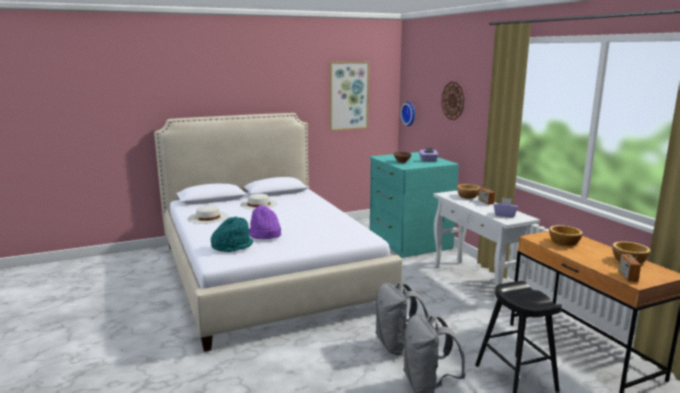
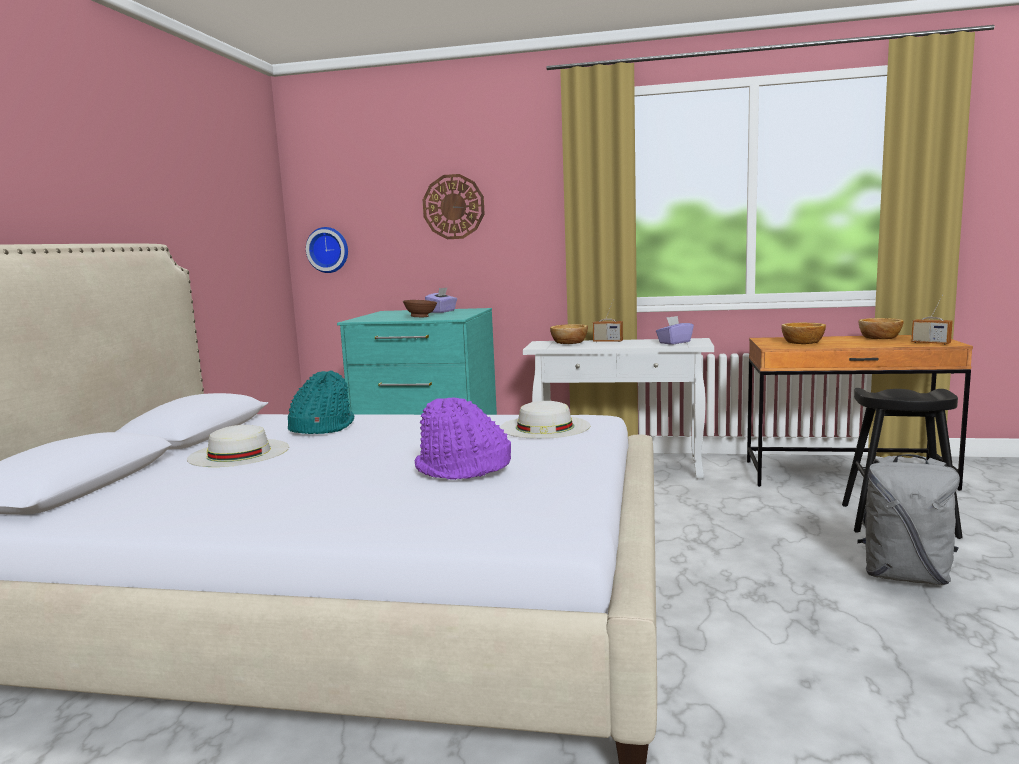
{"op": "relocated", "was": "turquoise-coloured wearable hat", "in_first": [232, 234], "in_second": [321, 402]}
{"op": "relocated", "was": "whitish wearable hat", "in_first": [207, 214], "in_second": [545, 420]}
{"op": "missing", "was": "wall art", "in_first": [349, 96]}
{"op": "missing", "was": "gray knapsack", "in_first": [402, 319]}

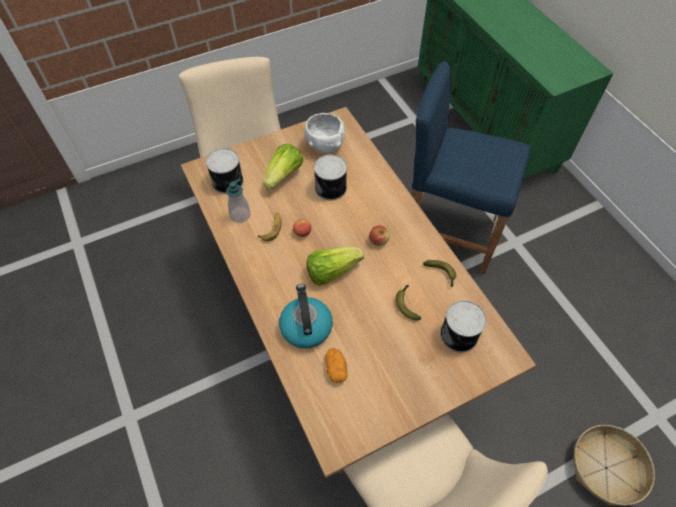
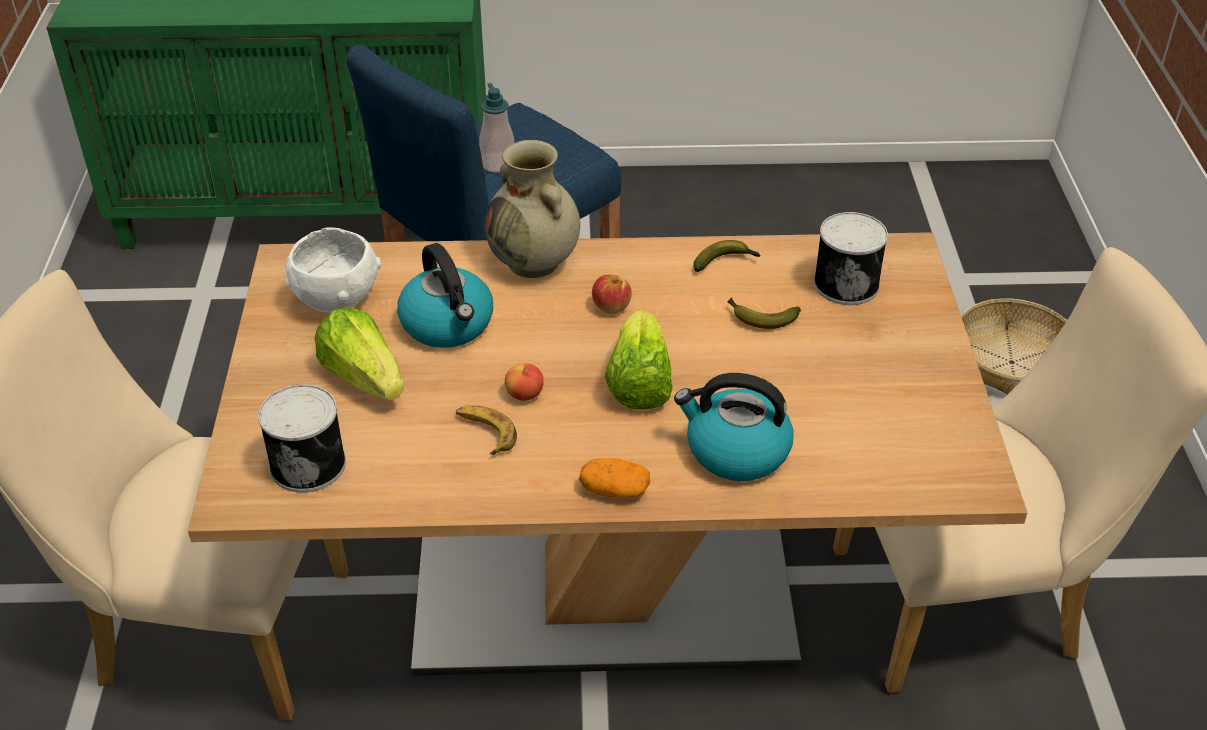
{"op": "exchanged", "was": "sealed can", "now": "water kettle", "in_first": [330, 177], "in_second": [445, 295]}
{"op": "relocated", "was": "liquid soap bottle", "in_first": [238, 201], "in_second": [497, 128]}
{"op": "appeared", "now": "beige-coloured flower vase", "in_second": [532, 209]}
{"op": "relocated", "was": "whole potato", "in_first": [336, 365], "in_second": [614, 478]}

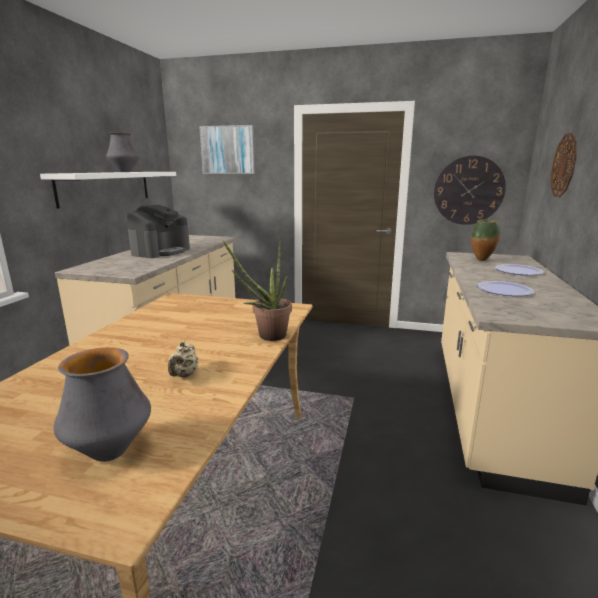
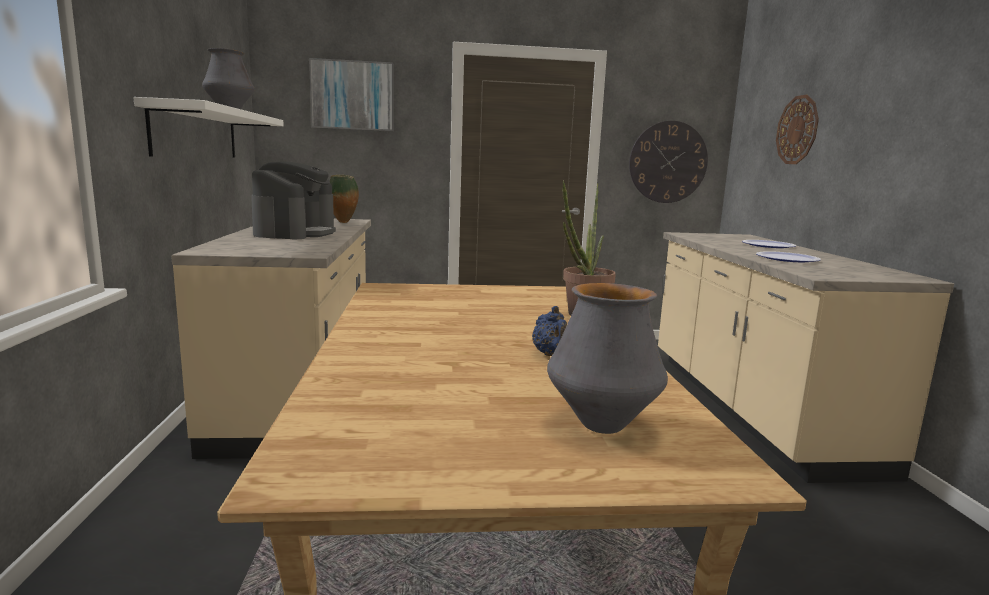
{"op": "relocated", "was": "flower vase", "in_first": [486, 240], "in_second": [344, 199]}
{"op": "colour", "was": "beige-coloured tea pot", "now": "blue tea pot", "in_first": [183, 359], "in_second": [549, 331]}

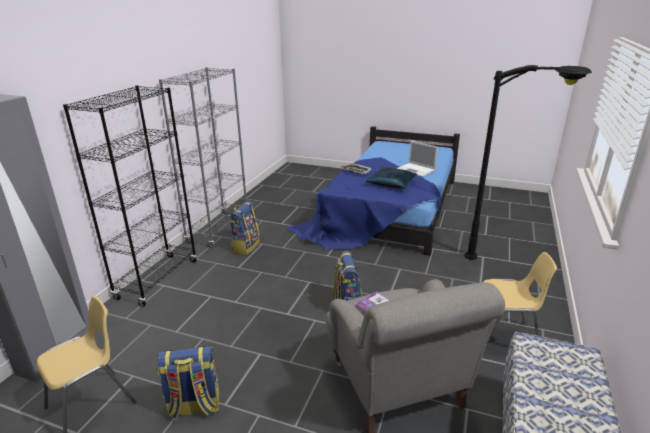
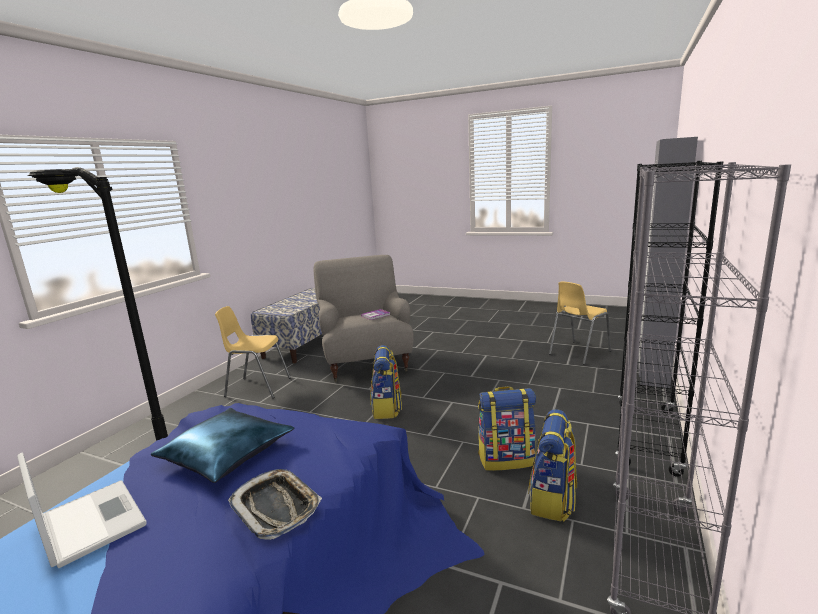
{"op": "relocated", "was": "knapsack", "in_first": [188, 383], "in_second": [507, 428]}

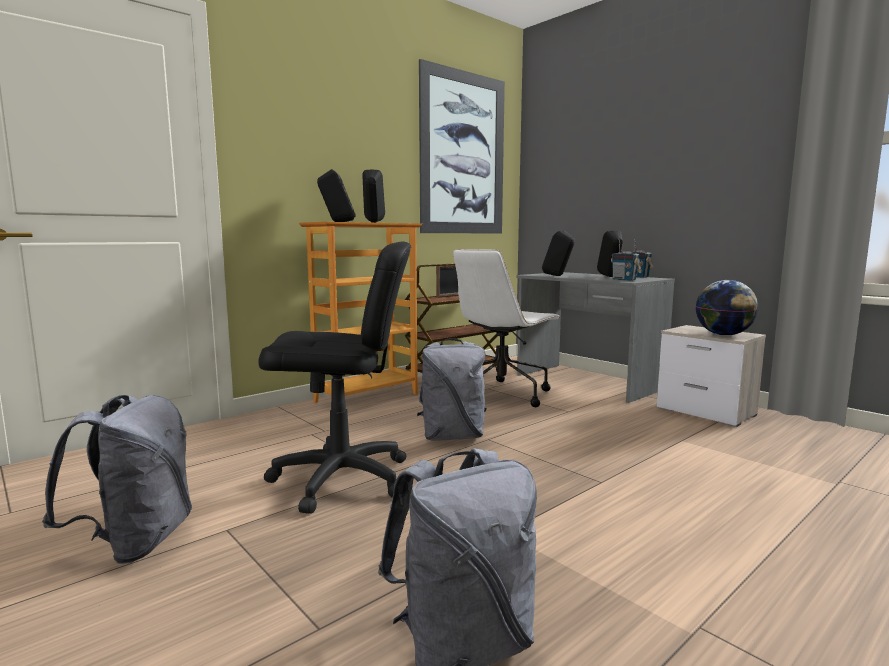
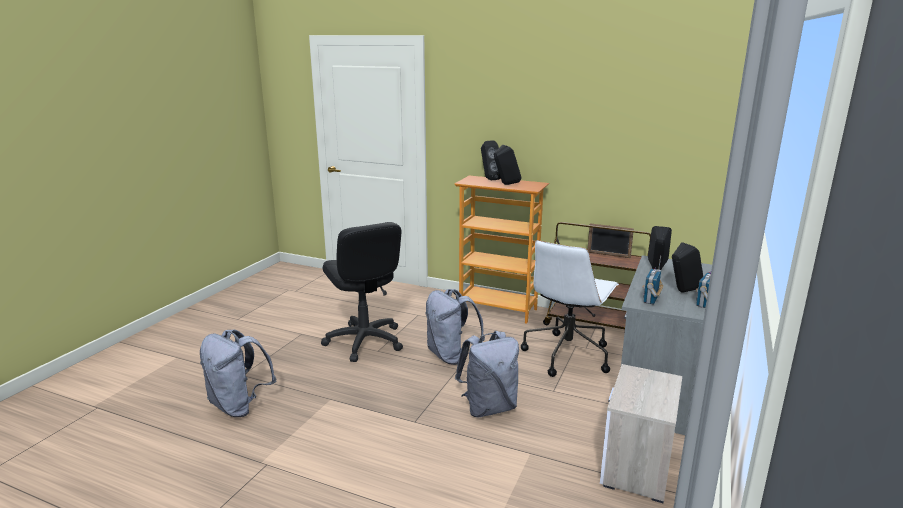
{"op": "relocated", "was": "gray knapsack", "in_first": [117, 479], "in_second": [487, 374]}
{"op": "spun", "was": "whitish computer chair", "in_first": [507, 328], "in_second": [570, 308], "clockwise": -75}
{"op": "missing", "was": "wall art", "in_first": [462, 146]}
{"op": "missing", "was": "globe", "in_first": [727, 308]}

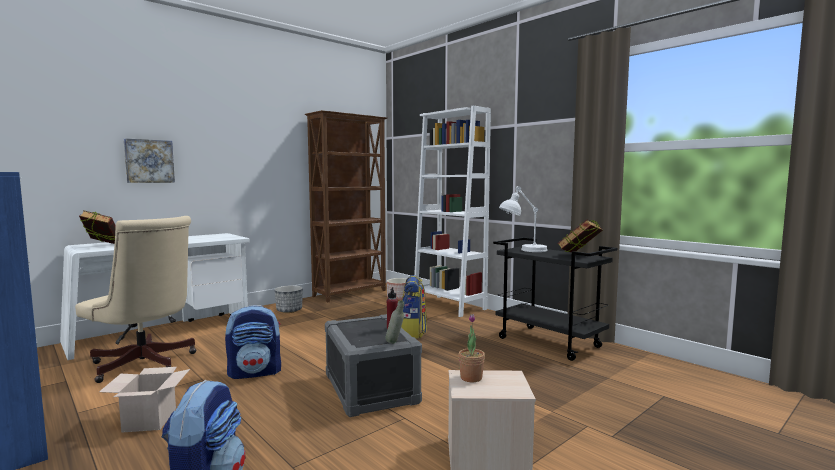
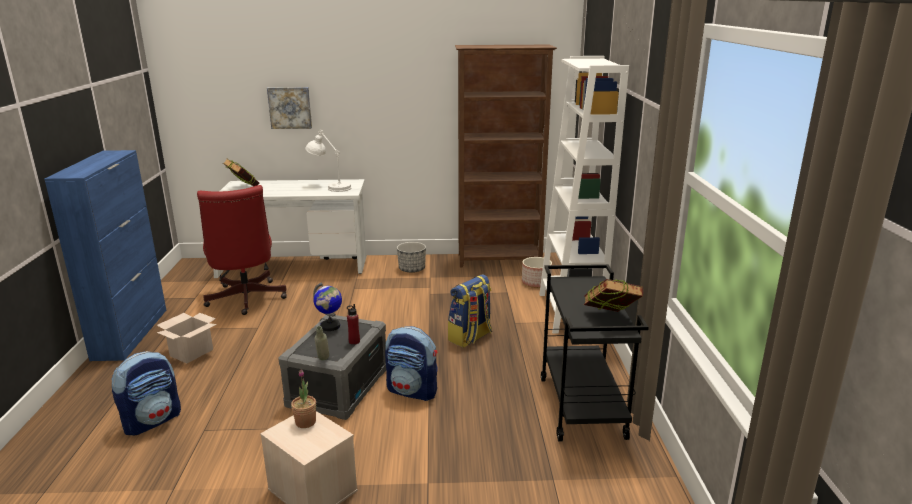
{"op": "colour", "was": "beige-coloured computer chair", "now": "red computer chair", "in_first": [136, 299], "in_second": [242, 250]}
{"op": "relocated", "was": "whitish lamp for a table", "in_first": [523, 219], "in_second": [328, 160]}
{"op": "appeared", "now": "globe", "in_second": [327, 306]}
{"op": "relocated", "was": "knapsack", "in_first": [253, 342], "in_second": [411, 363]}

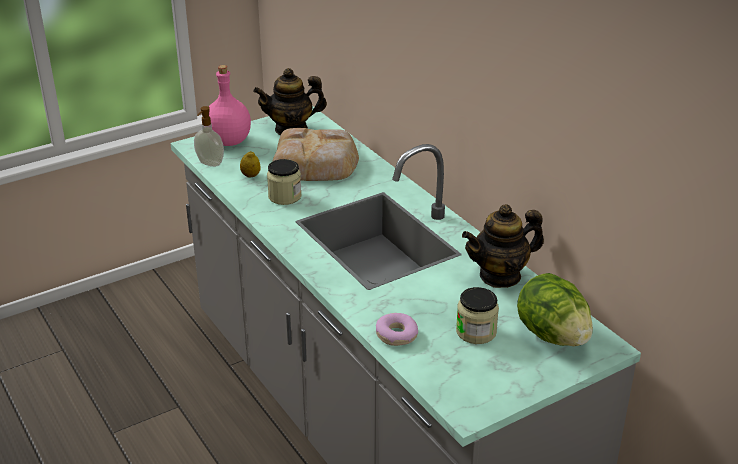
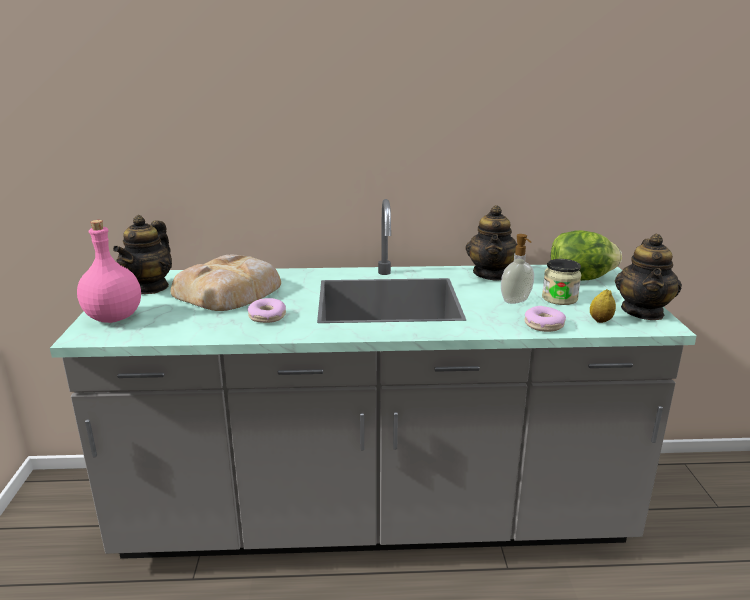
{"op": "exchanged", "was": "jar", "now": "ring doughnut", "in_first": [284, 182], "in_second": [267, 310]}
{"op": "relocated", "was": "liquid soap bottle", "in_first": [209, 136], "in_second": [517, 269]}
{"op": "relocated", "was": "citrus fruit", "in_first": [250, 164], "in_second": [603, 306]}
{"op": "appeared", "now": "tea pot", "in_second": [648, 277]}

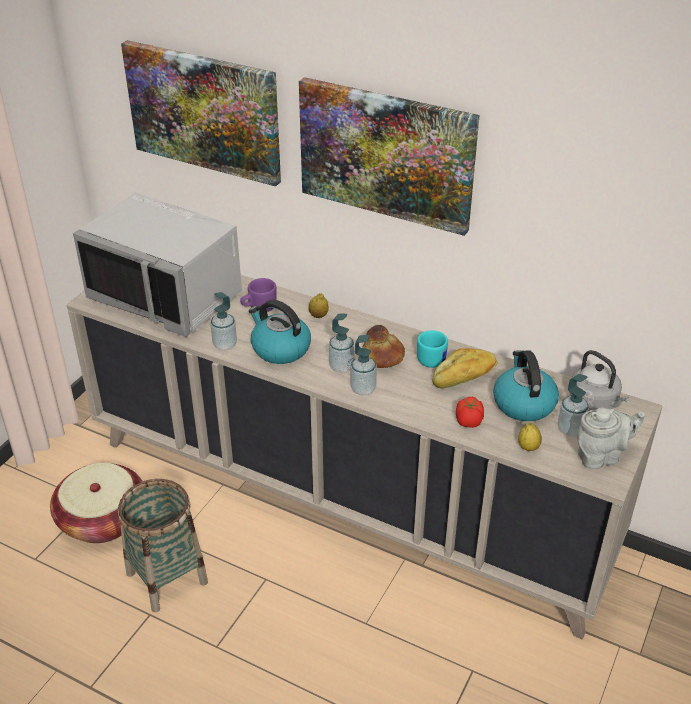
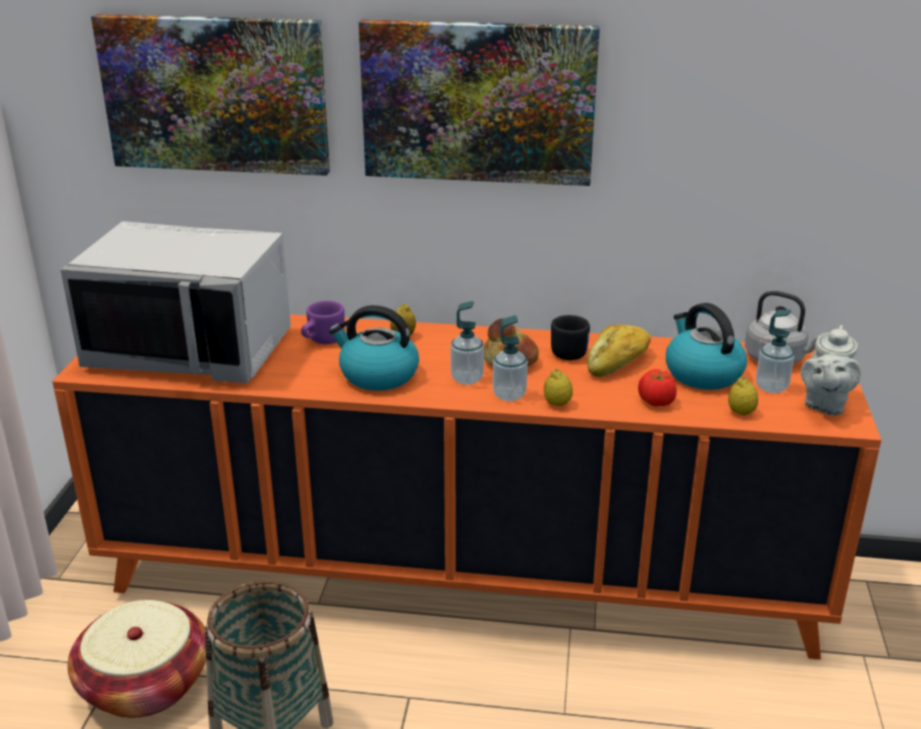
{"op": "colour", "was": "beige-coloured cabinet", "now": "orange cabinet", "in_first": [364, 445], "in_second": [466, 487]}
{"op": "appeared", "now": "citrus fruit", "in_second": [558, 387]}
{"op": "colour", "was": "turquoise-coloured tea mug", "now": "black-coloured tea mug", "in_first": [432, 349], "in_second": [570, 337]}
{"op": "spun", "was": "gray tea pot", "in_first": [611, 439], "in_second": [831, 370], "clockwise": 150}
{"op": "missing", "was": "liquid soap bottle", "in_first": [223, 321]}

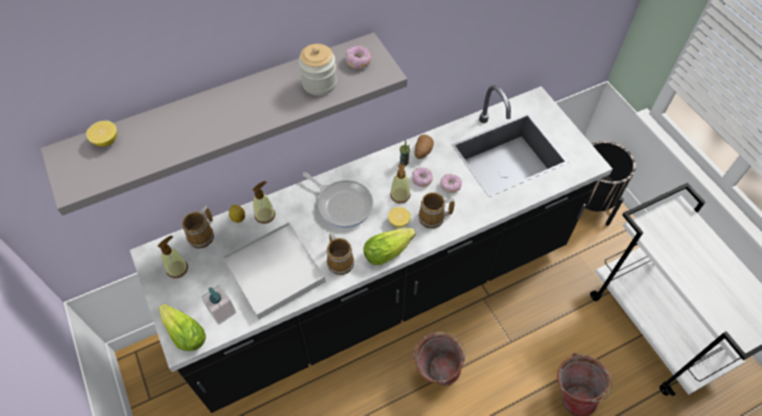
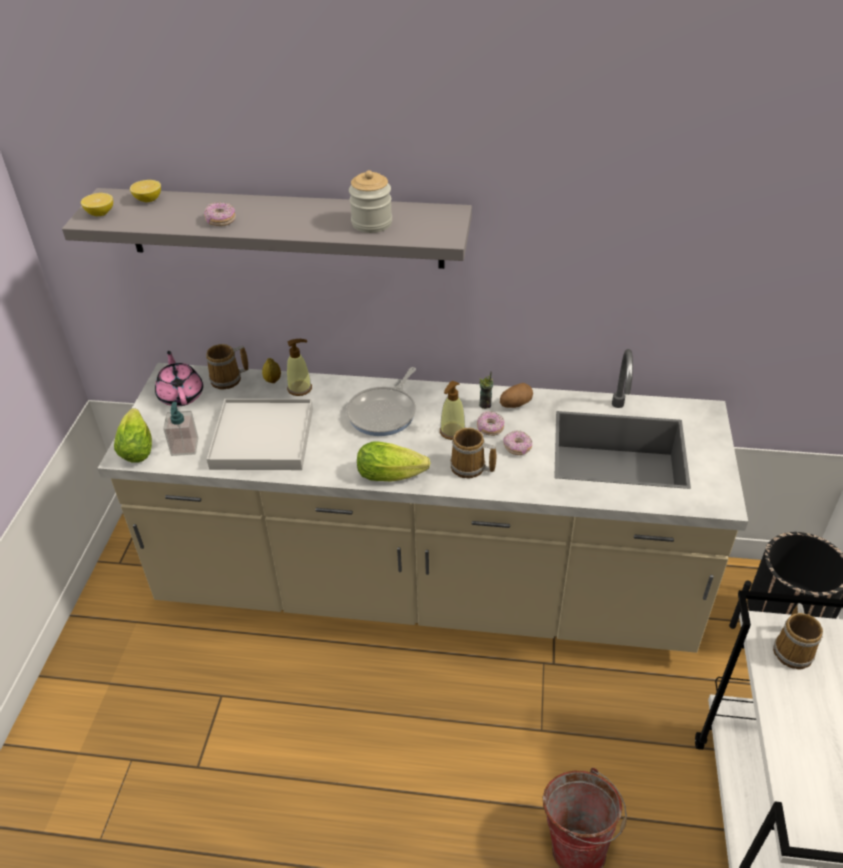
{"op": "relocated", "was": "citrus fruit", "in_first": [399, 217], "in_second": [97, 204]}
{"op": "colour", "was": "black-coloured counter", "now": "beige-coloured counter", "in_first": [371, 249], "in_second": [422, 501]}
{"op": "exchanged", "was": "liquid soap bottle", "now": "pink tea pot", "in_first": [173, 256], "in_second": [179, 378]}
{"op": "relocated", "was": "ring doughnut", "in_first": [358, 57], "in_second": [220, 214]}
{"op": "spun", "was": "skillet", "in_first": [338, 200], "in_second": [381, 401], "clockwise": 45}
{"op": "relocated", "was": "tea mug", "in_first": [340, 253], "in_second": [798, 636]}
{"op": "missing", "was": "water bucket", "in_first": [439, 358]}

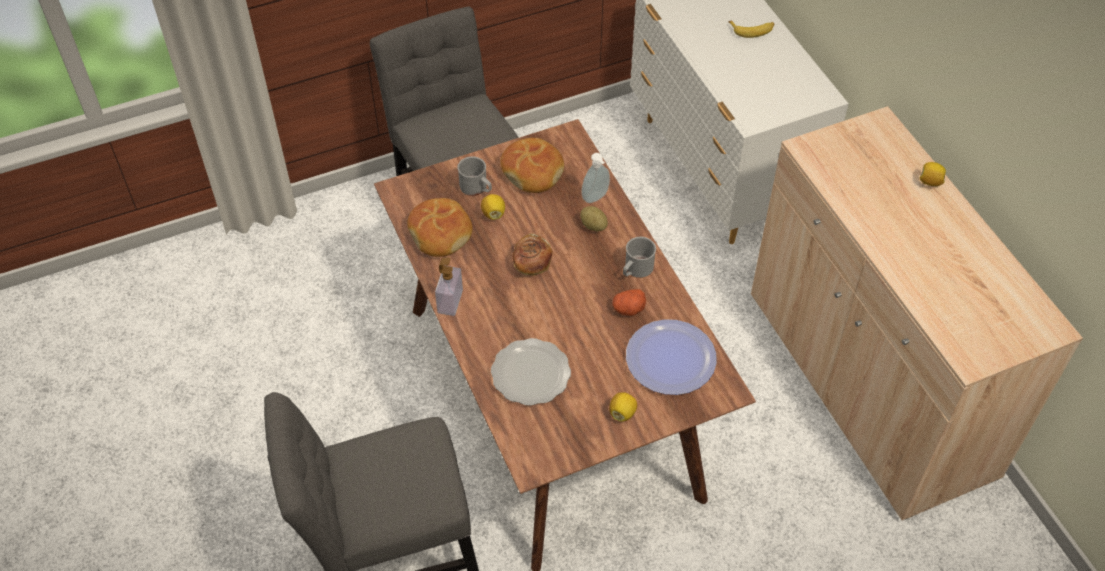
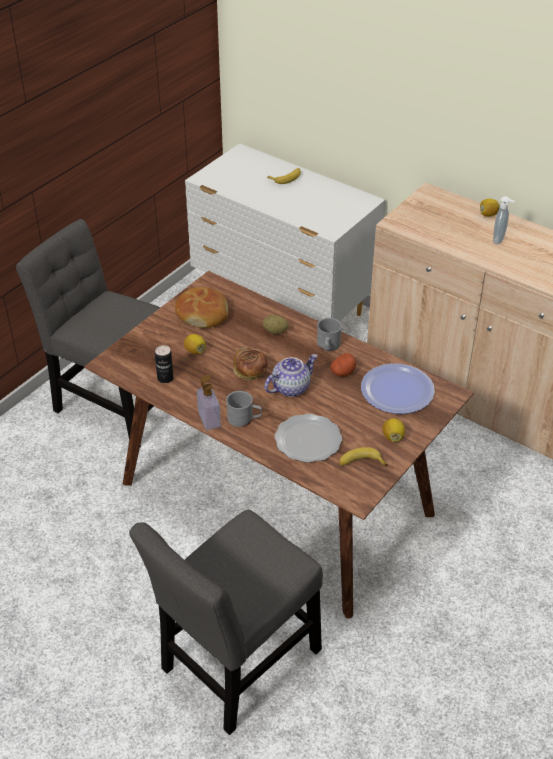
{"op": "exchanged", "was": "baked bread", "now": "sealed can", "in_first": [440, 227], "in_second": [164, 364]}
{"op": "relocated", "was": "gray tea mug", "in_first": [474, 176], "in_second": [244, 409]}
{"op": "appeared", "now": "tea pot", "in_second": [291, 375]}
{"op": "appeared", "now": "banana", "in_second": [363, 456]}
{"op": "relocated", "was": "liquid soap bottle", "in_first": [596, 178], "in_second": [503, 220]}

